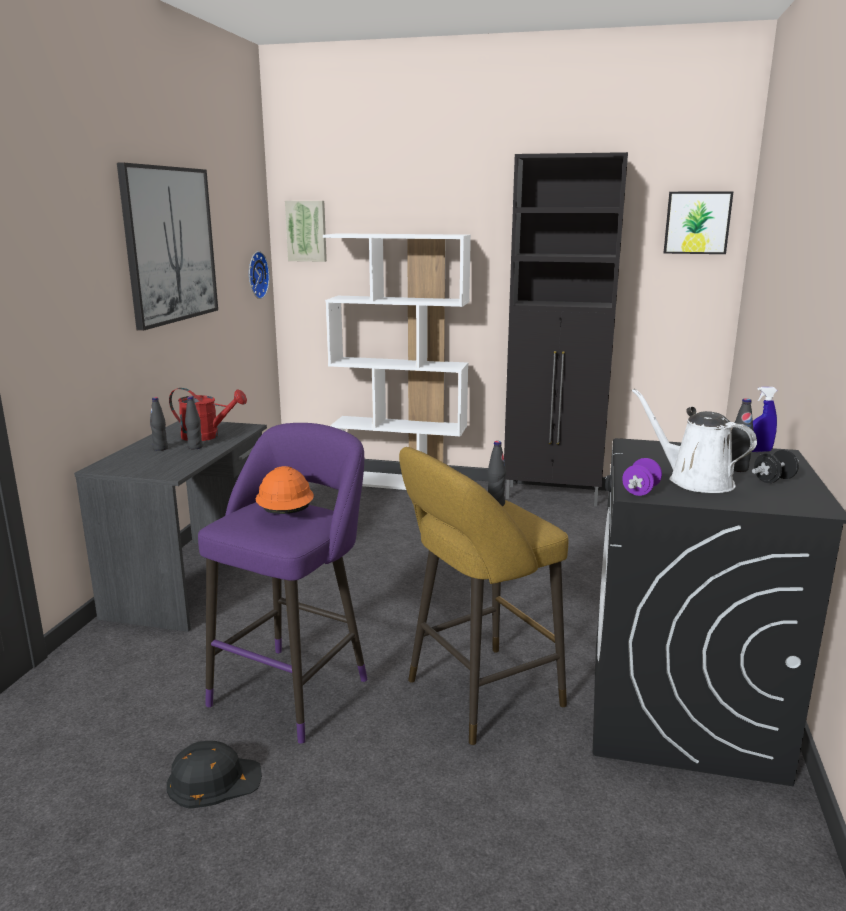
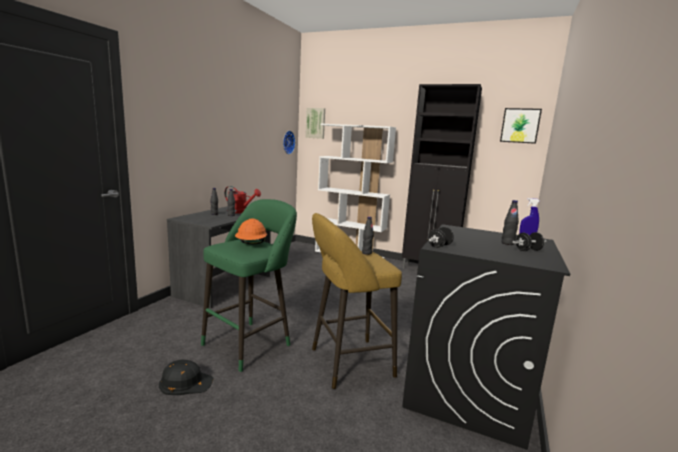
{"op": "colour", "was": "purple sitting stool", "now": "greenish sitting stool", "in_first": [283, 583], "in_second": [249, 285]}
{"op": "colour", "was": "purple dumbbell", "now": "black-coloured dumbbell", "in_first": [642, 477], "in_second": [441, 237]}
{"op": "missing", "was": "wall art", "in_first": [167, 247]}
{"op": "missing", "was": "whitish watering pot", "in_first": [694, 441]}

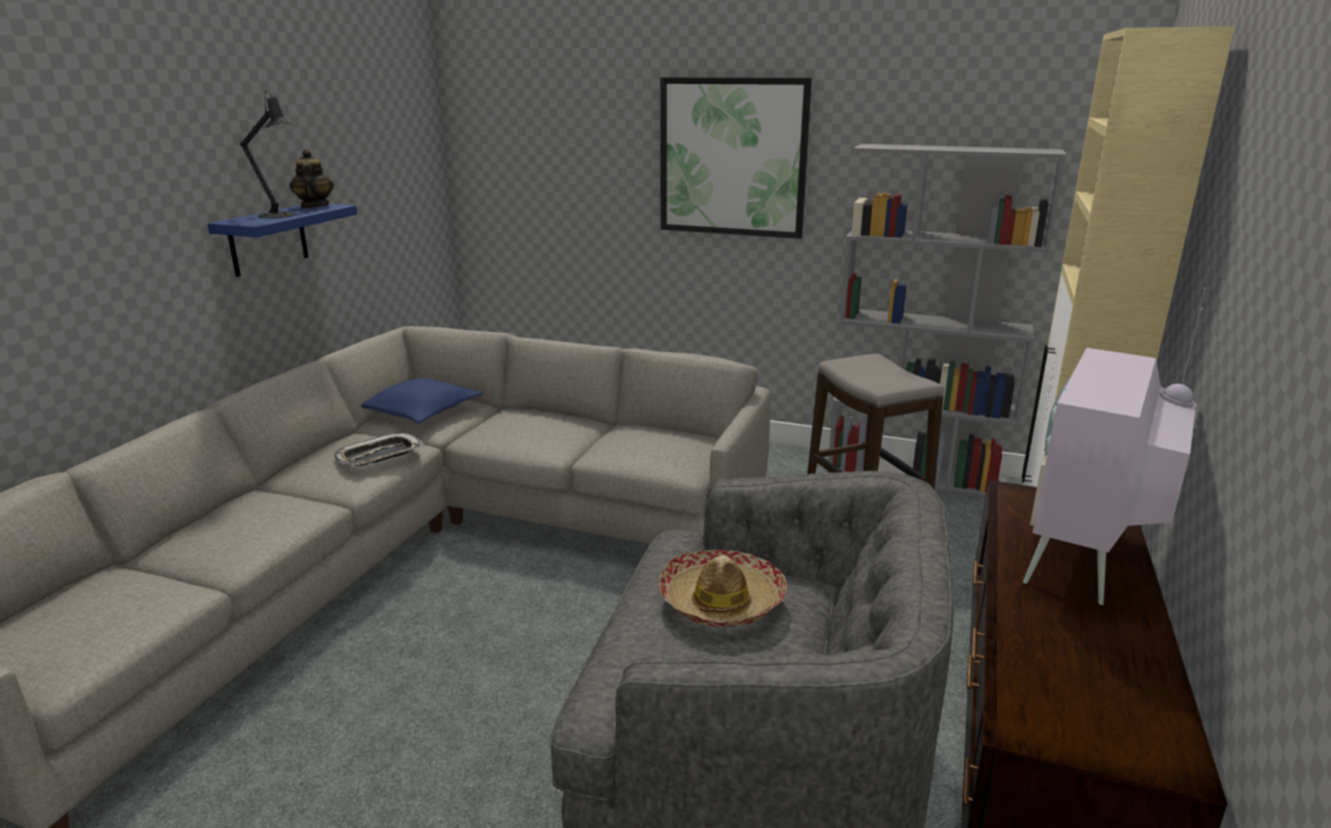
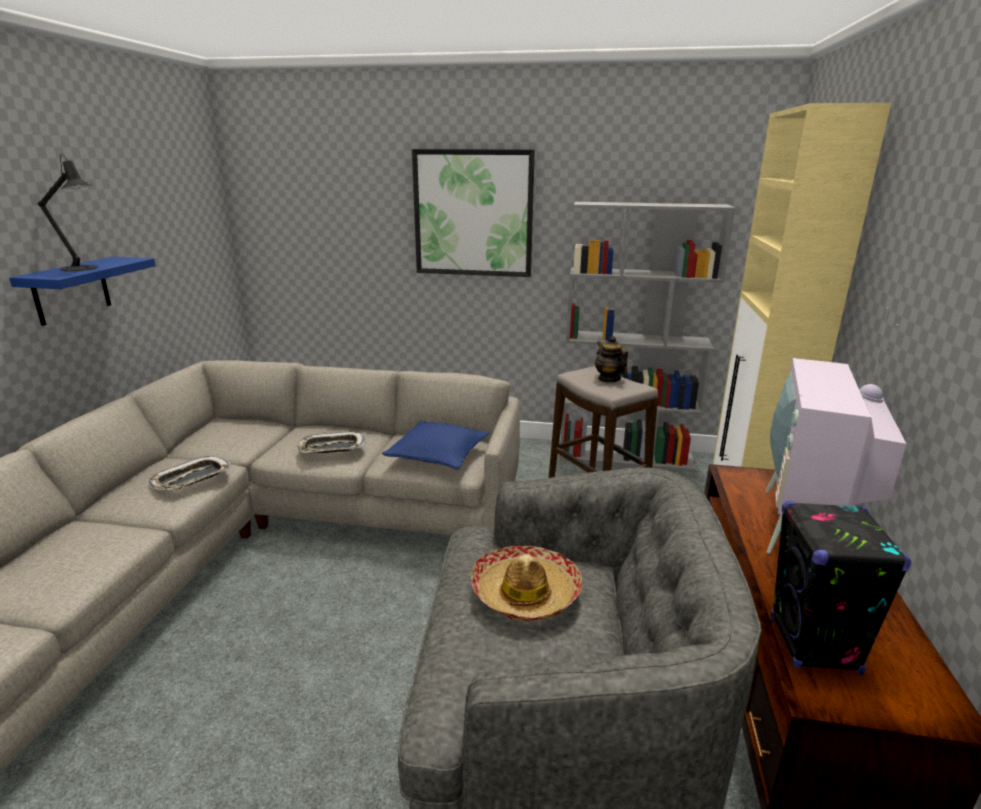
{"op": "appeared", "now": "carrying tray", "in_second": [331, 442]}
{"op": "relocated", "was": "blue pillow", "in_first": [422, 401], "in_second": [435, 445]}
{"op": "relocated", "was": "tea pot", "in_first": [311, 178], "in_second": [611, 359]}
{"op": "appeared", "now": "black-coloured loudspeaker", "in_second": [841, 587]}

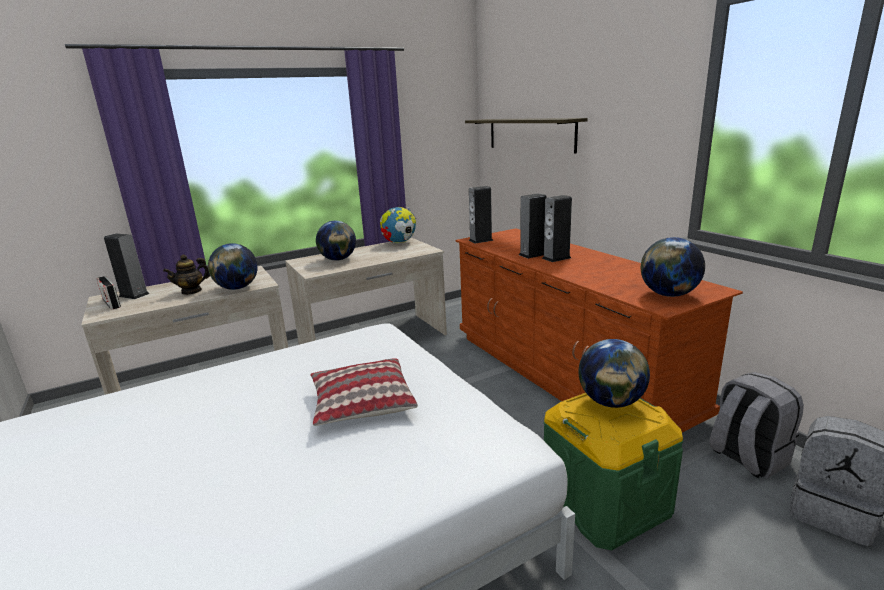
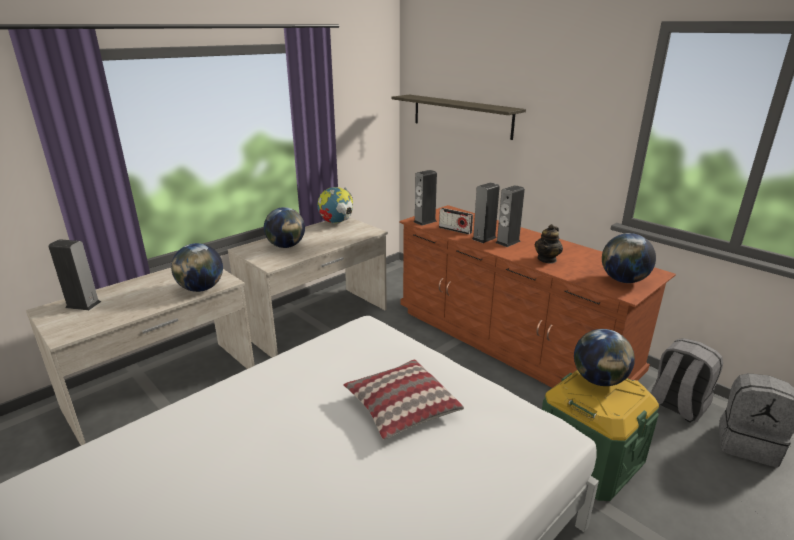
{"op": "relocated", "was": "radio receiver", "in_first": [108, 293], "in_second": [456, 221]}
{"op": "relocated", "was": "tea pot", "in_first": [186, 274], "in_second": [549, 244]}

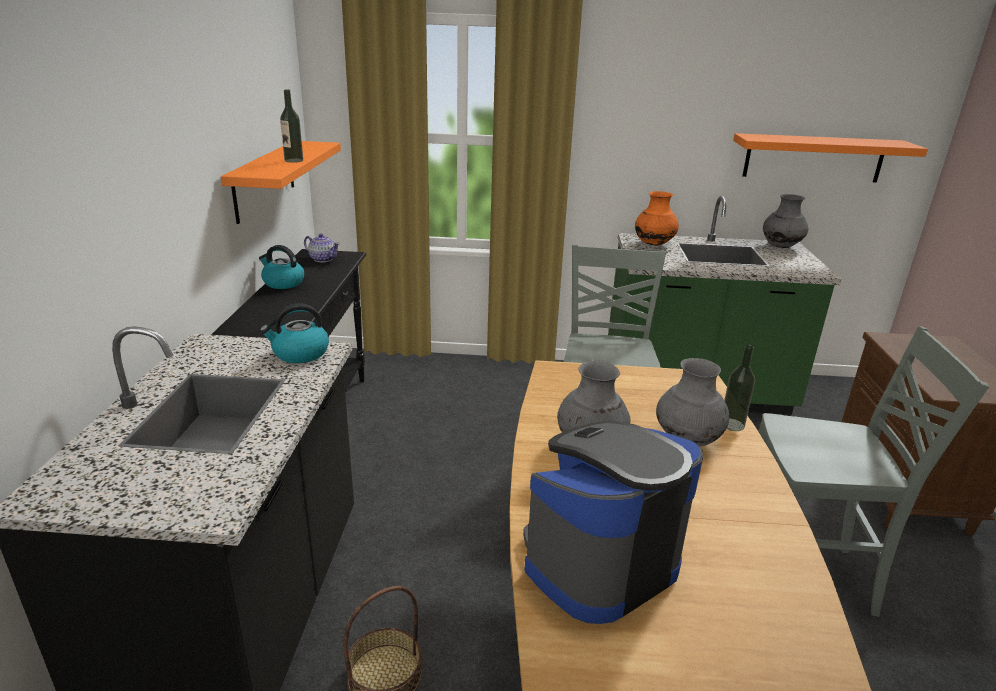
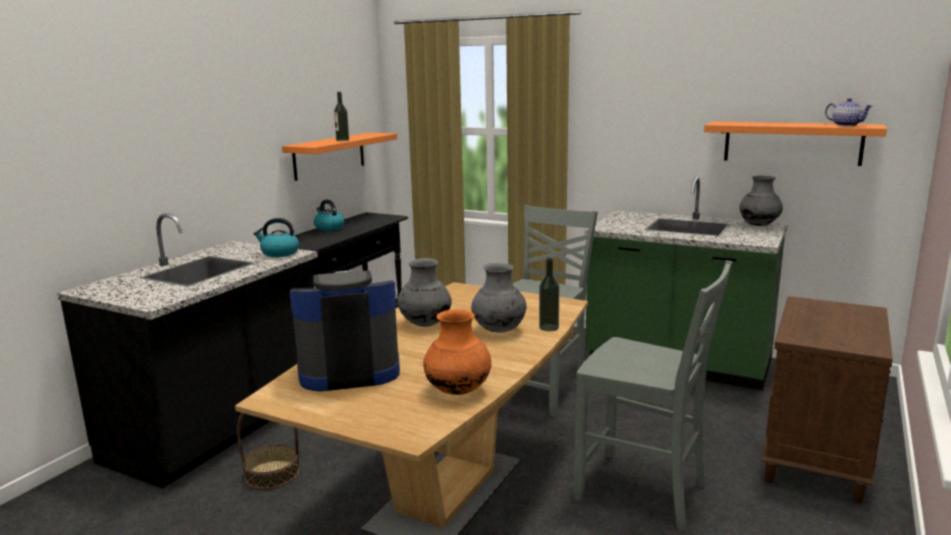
{"op": "relocated", "was": "orange flower vase", "in_first": [657, 218], "in_second": [457, 352]}
{"op": "relocated", "was": "tea pot", "in_first": [322, 247], "in_second": [849, 112]}

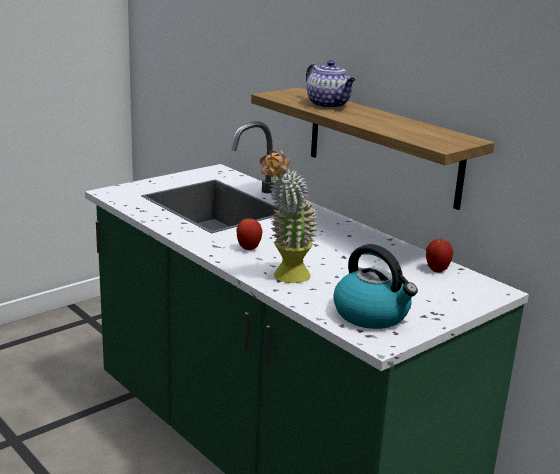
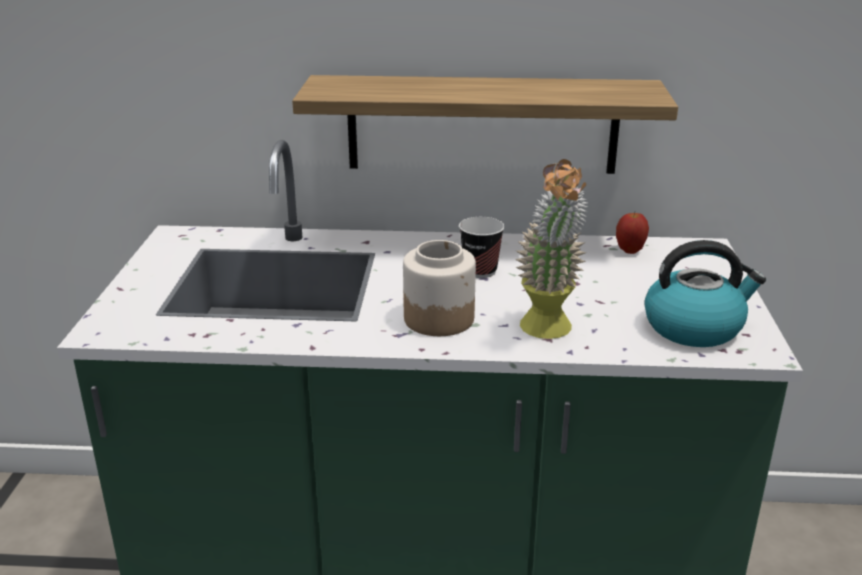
{"op": "exchanged", "was": "apple fruit", "now": "jar", "in_first": [249, 234], "in_second": [439, 288]}
{"op": "appeared", "now": "small cup", "in_second": [482, 247]}
{"op": "missing", "was": "tea pot", "in_first": [331, 84]}

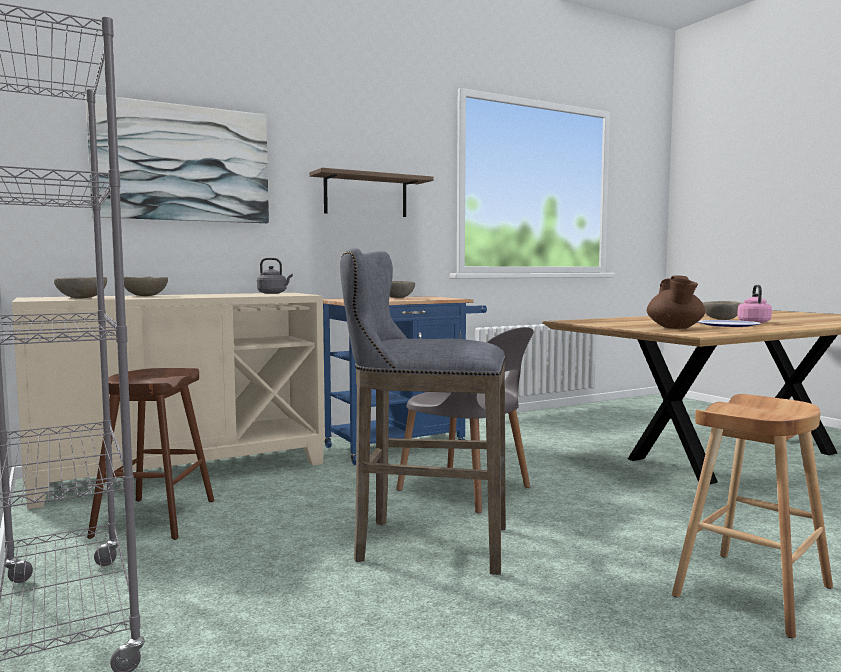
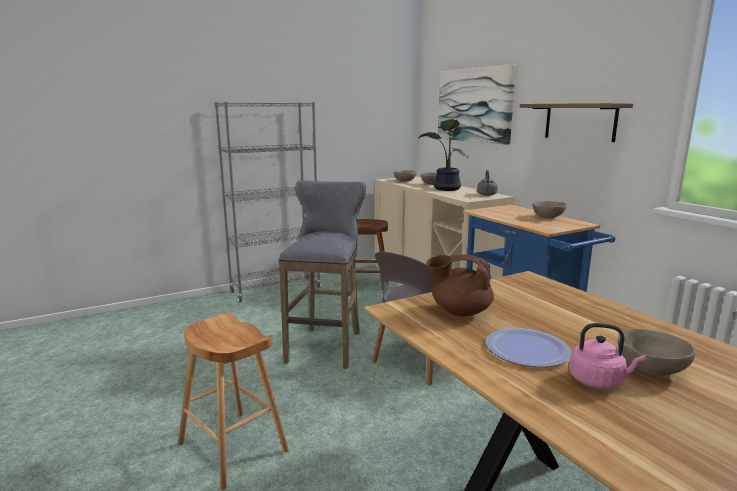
{"op": "appeared", "now": "plant in a pot", "in_second": [443, 155]}

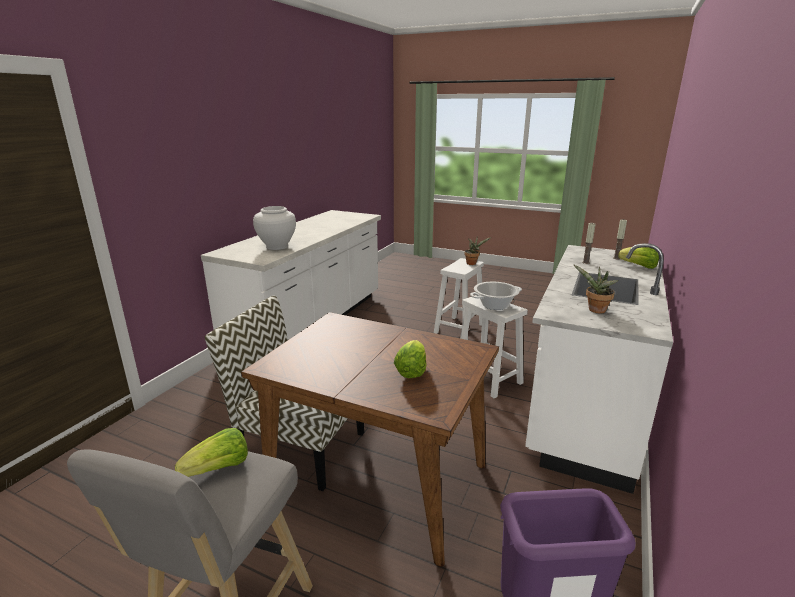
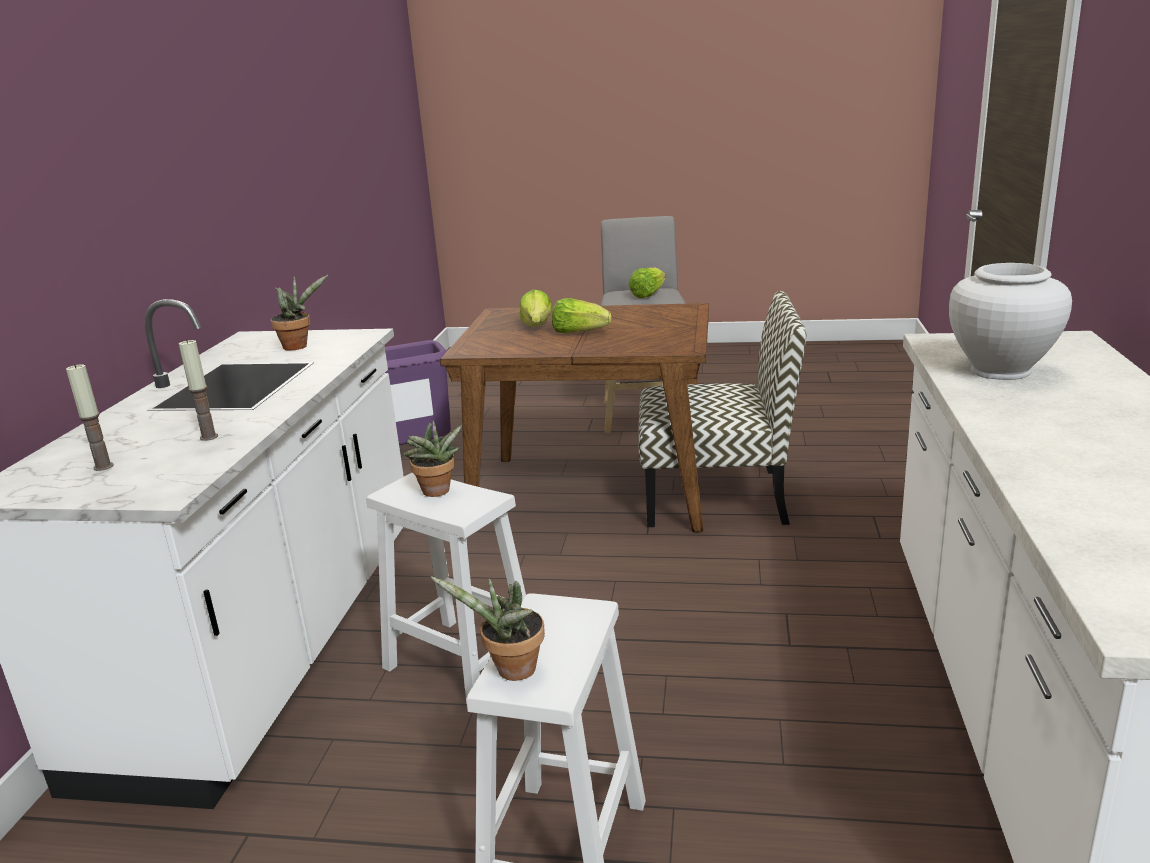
{"op": "exchanged", "was": "cooking pot", "now": "plant in a pot", "in_first": [496, 296], "in_second": [432, 458]}
{"op": "relocated", "was": "head of lettuce", "in_first": [638, 258], "in_second": [582, 315]}

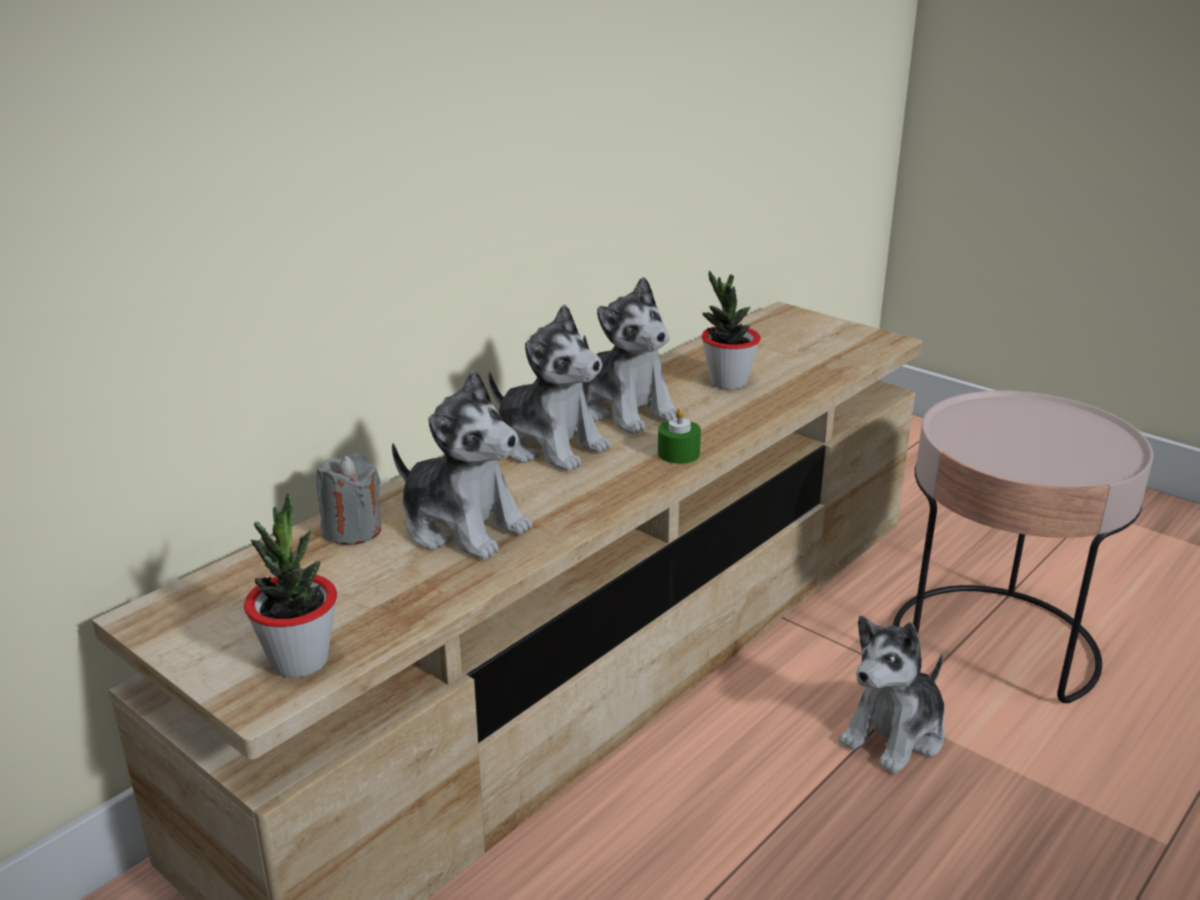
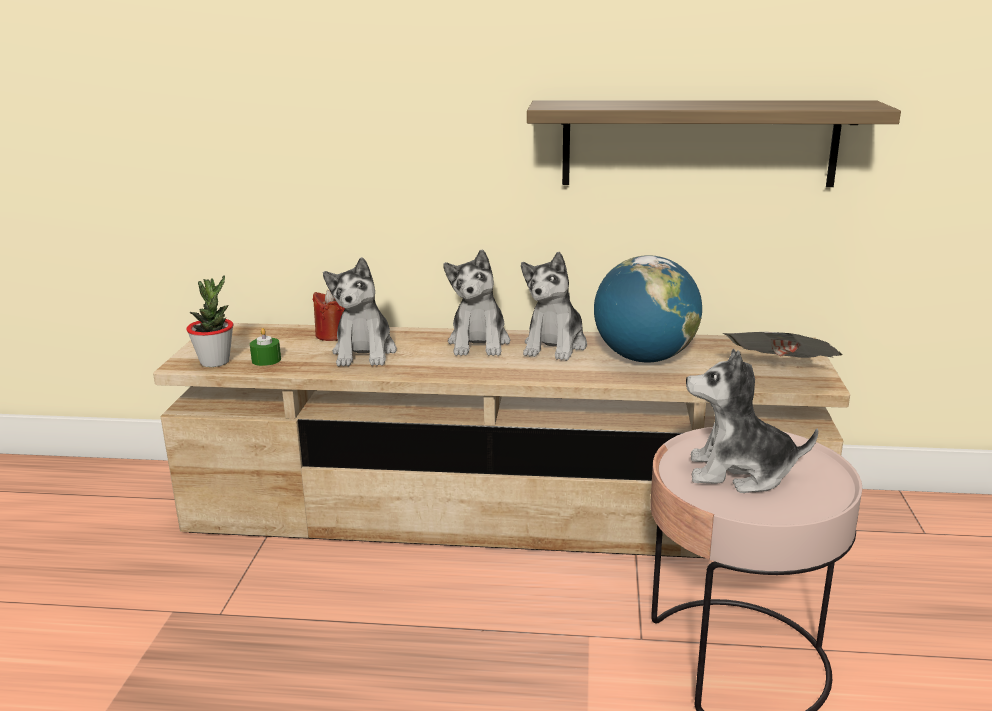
{"op": "relocated", "was": "greenish candle", "in_first": [679, 436], "in_second": [265, 347]}
{"op": "colour", "was": "gray candle", "now": "red candle", "in_first": [349, 499], "in_second": [329, 315]}
{"op": "appeared", "now": "shelf", "in_second": [714, 143]}
{"op": "exchanged", "was": "plant in a pot", "now": "globe", "in_first": [731, 330], "in_second": [648, 309]}
{"op": "relocated", "was": "cuddly toy", "in_first": [891, 695], "in_second": [752, 421]}
{"op": "appeared", "now": "newspaper", "in_second": [782, 345]}

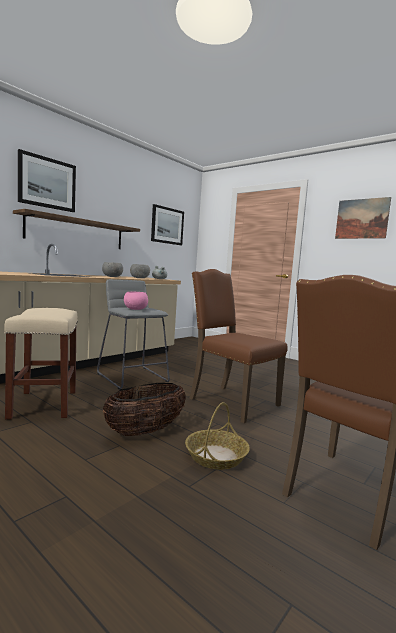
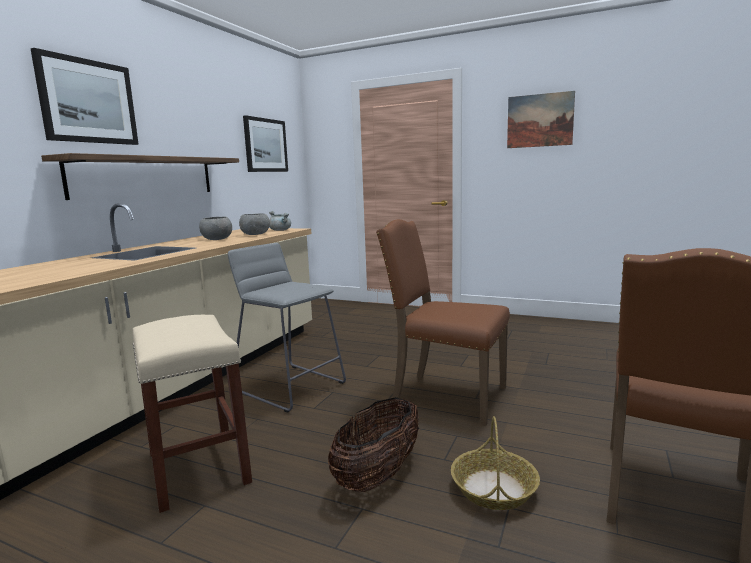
{"op": "missing", "was": "pink serving bowl", "in_first": [136, 301]}

